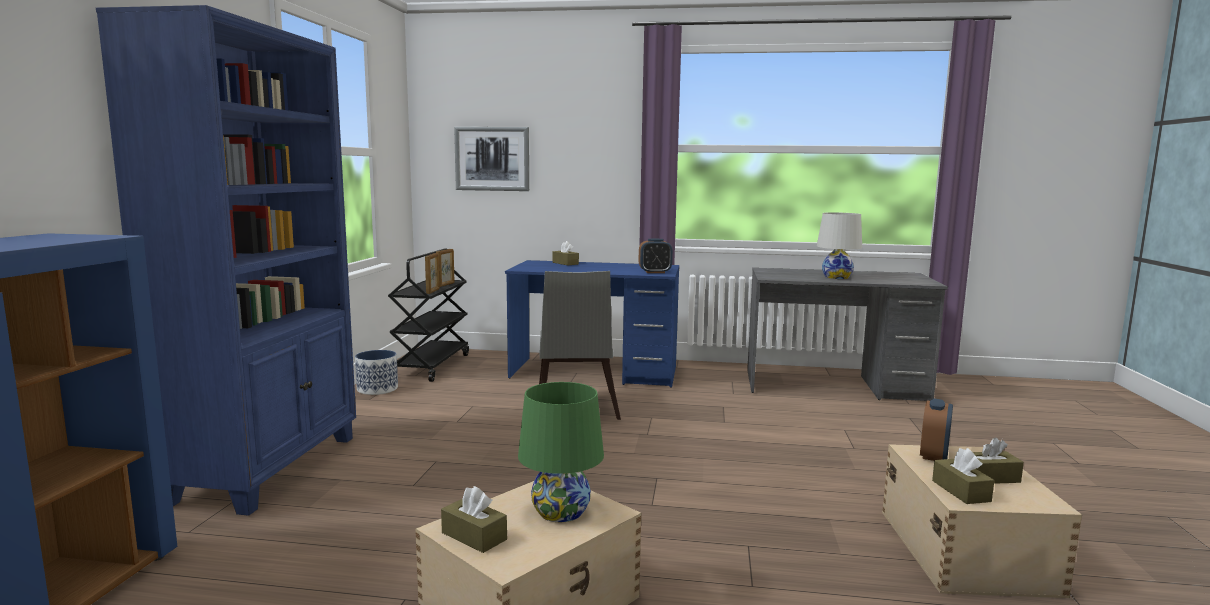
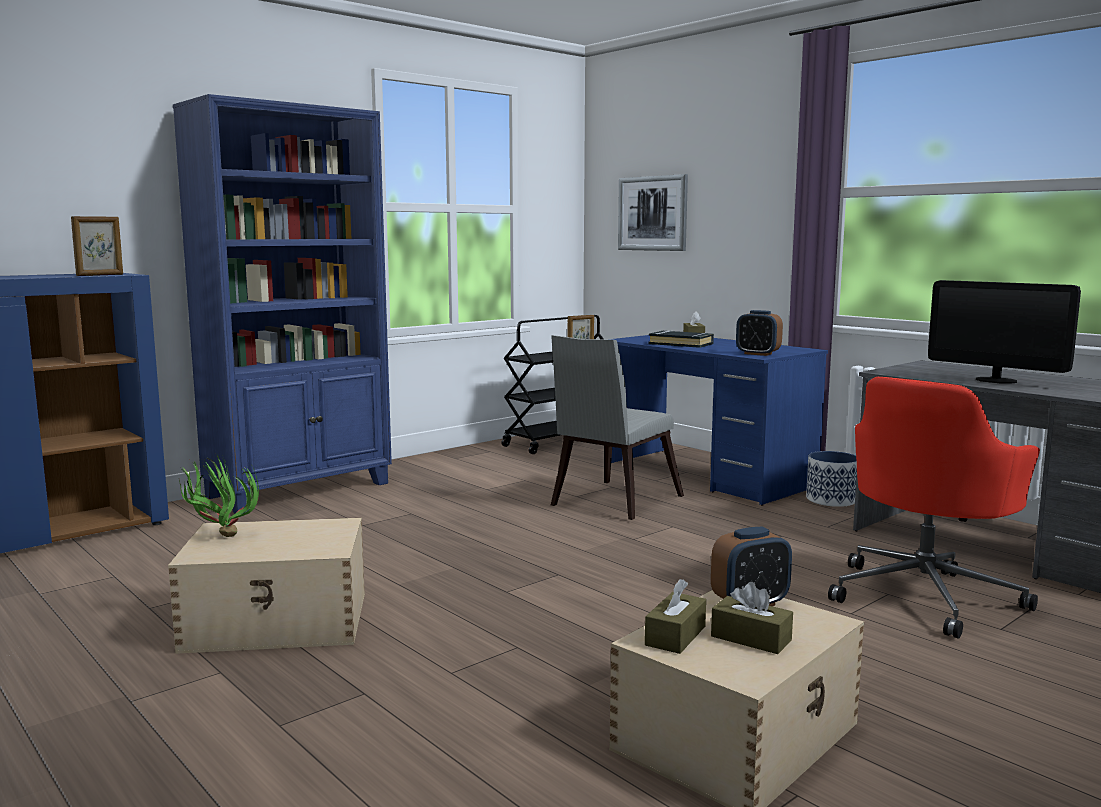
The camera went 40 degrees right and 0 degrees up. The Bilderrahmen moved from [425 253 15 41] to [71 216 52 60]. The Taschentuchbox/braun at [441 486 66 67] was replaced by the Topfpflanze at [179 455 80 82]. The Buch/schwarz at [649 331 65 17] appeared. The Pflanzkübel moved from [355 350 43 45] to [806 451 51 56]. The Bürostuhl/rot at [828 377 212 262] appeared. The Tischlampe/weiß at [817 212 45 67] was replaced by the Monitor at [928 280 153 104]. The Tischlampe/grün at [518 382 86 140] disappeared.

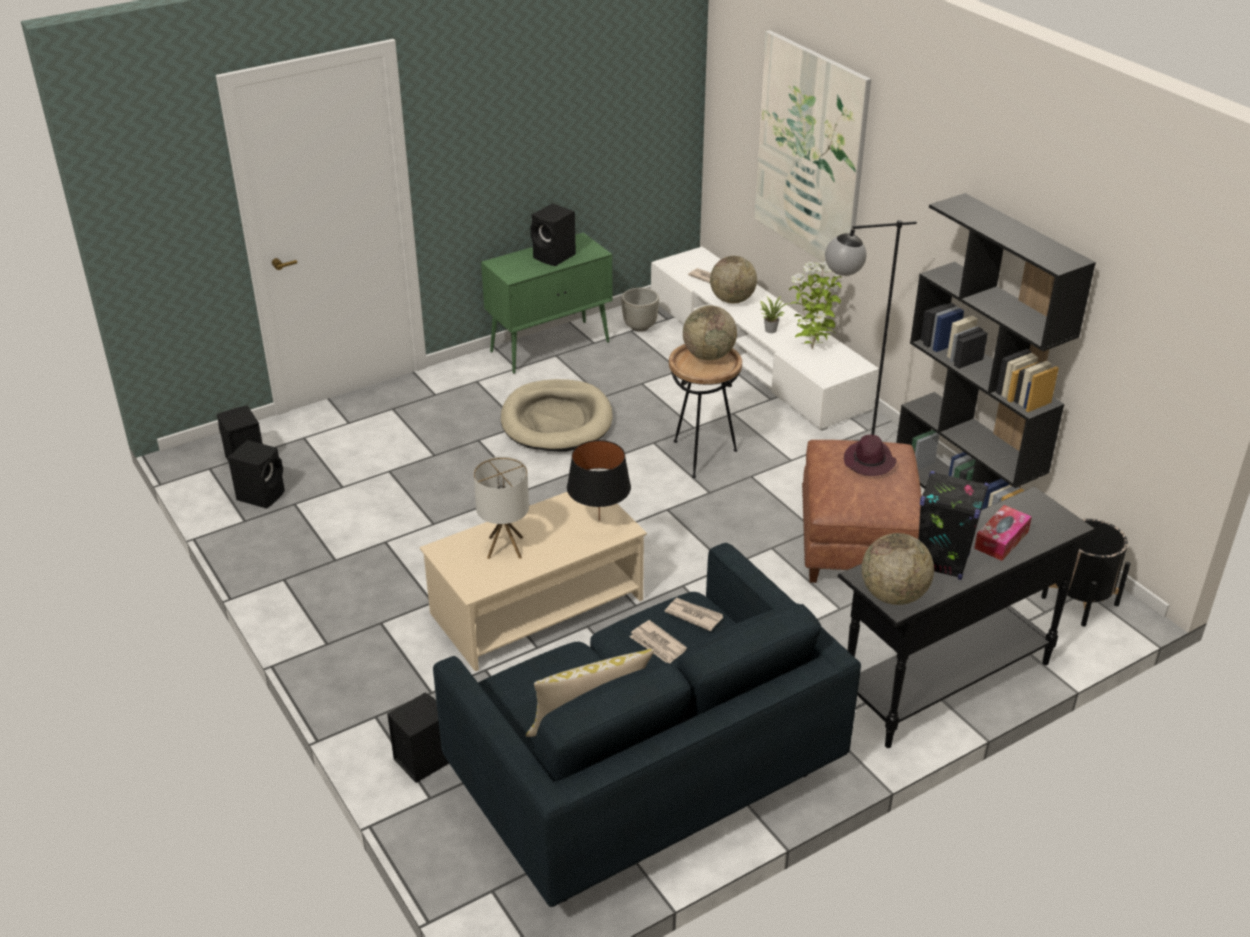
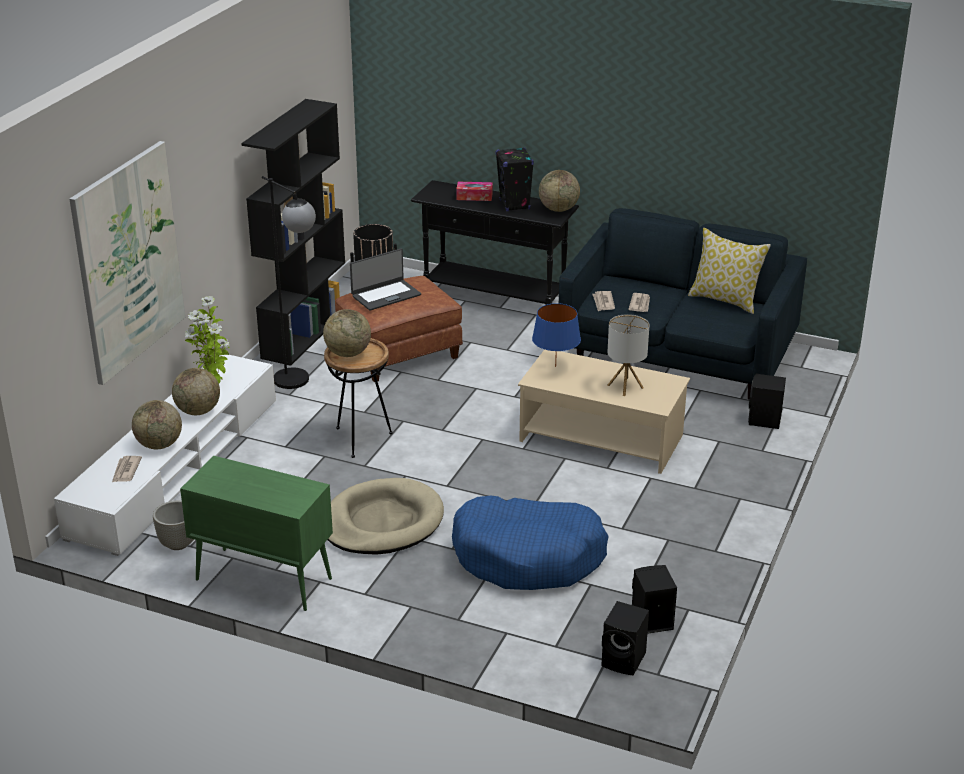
The camera went 125 degrees left and 5 degrees down. The Topfpflanze at [760 296 30 37] was replaced by the Globus at [172 368 48 47]. The Hut/lila at [844 435 53 41] was replaced by the Laptop at [350 248 71 63]. The Hundebett/blau at [452 496 157 94] appeared. The Tischlampe/schwarz at [567 440 64 81] became the Tischlampe/blau at [532 303 49 64]. The Lautsprecher/schwarz at [530 203 46 63] disappeared.

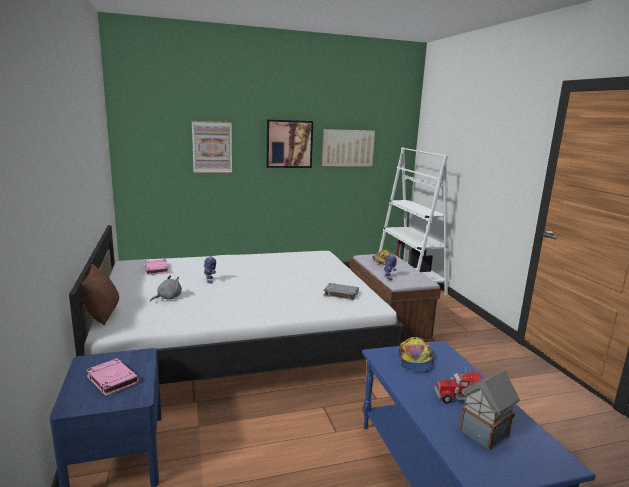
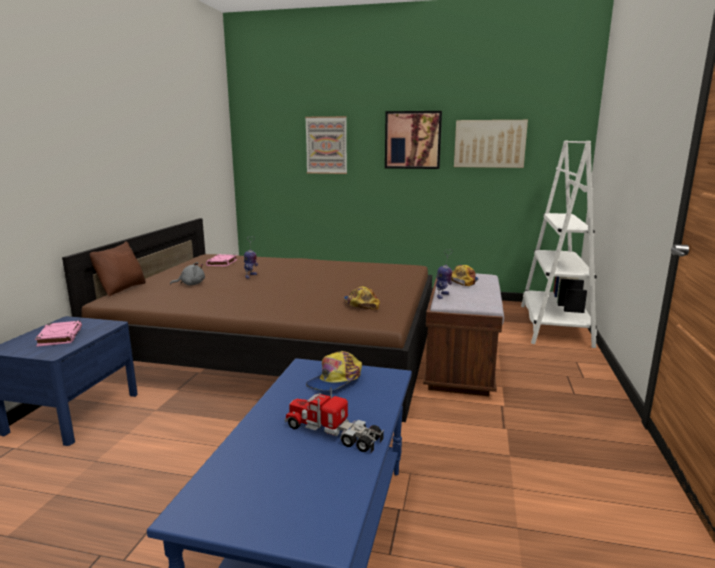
The camera went 30 degrees right and 0 degrees up. The Bett/weiß at [69 225 335 160] became the Bett/braun at [62 218 370 204]. The Buch/grau at [324 283 35 17] was replaced by the Kappe at [344 286 36 24]. The Spielzeughaus at [459 369 61 82] disappeared.

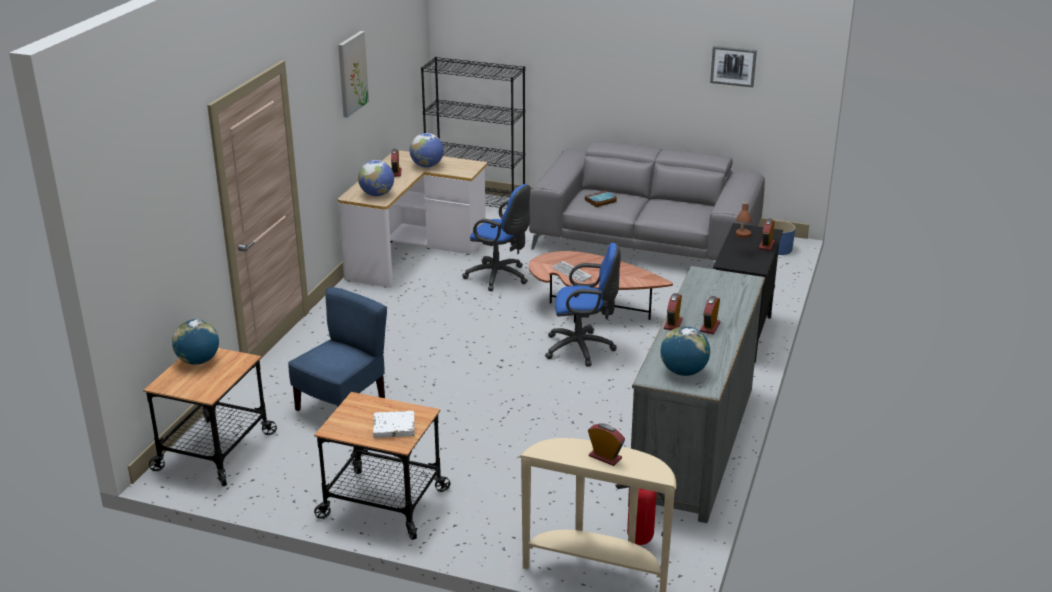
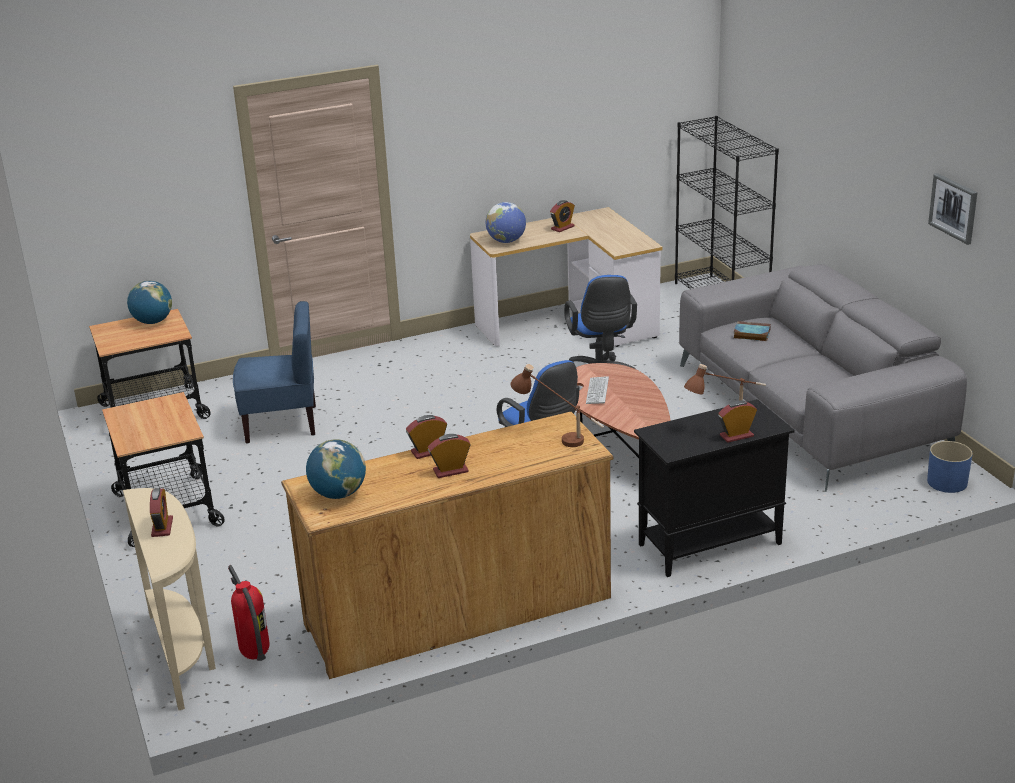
The camera went 50 degrees right and 0 degrees up. The Kommode/grau at [628 266 137 257] became the Kommode/braun at [281 412 332 267]. The Tischlampe/braun at [510 364 94 83] appeared. The Bild at [338 31 31 87] disappeared. The Buch/weiß at [373 411 42 27] disappeared. The Globus at [410 133 34 35] disappeared.

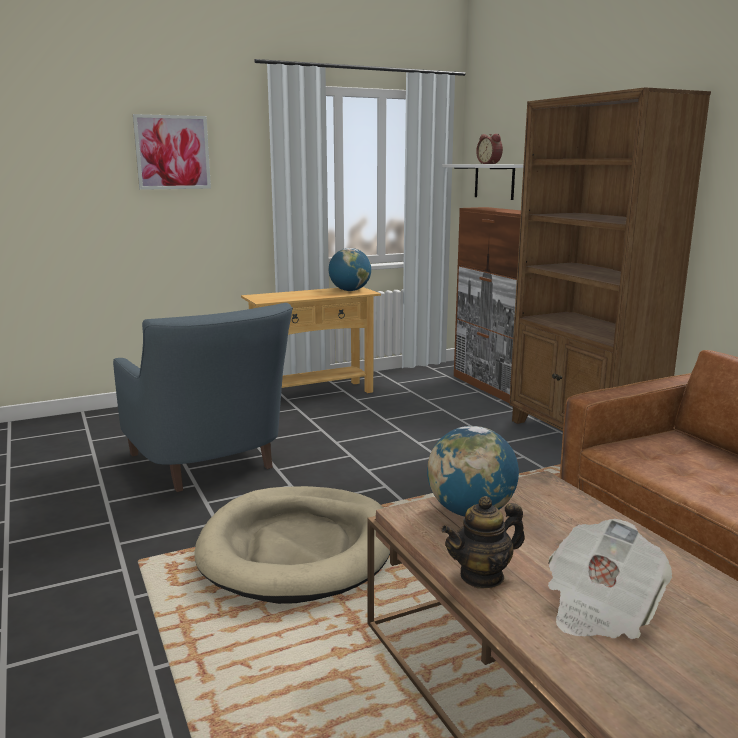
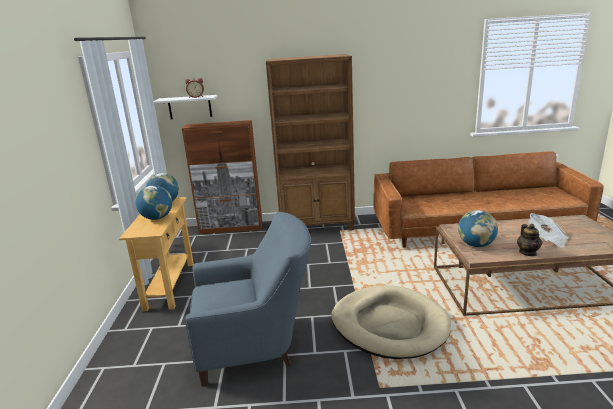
The camera went 65 degrees left and 5 degrees up. The Globus at [136 185 36 35] appeared. The Bild at [133 114 78 76] disappeared.

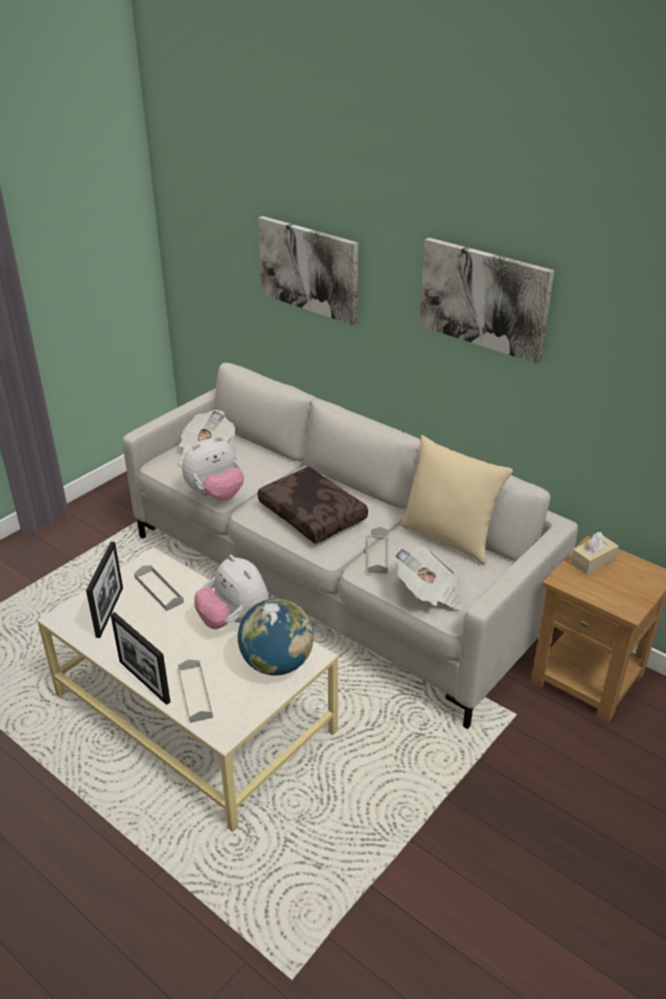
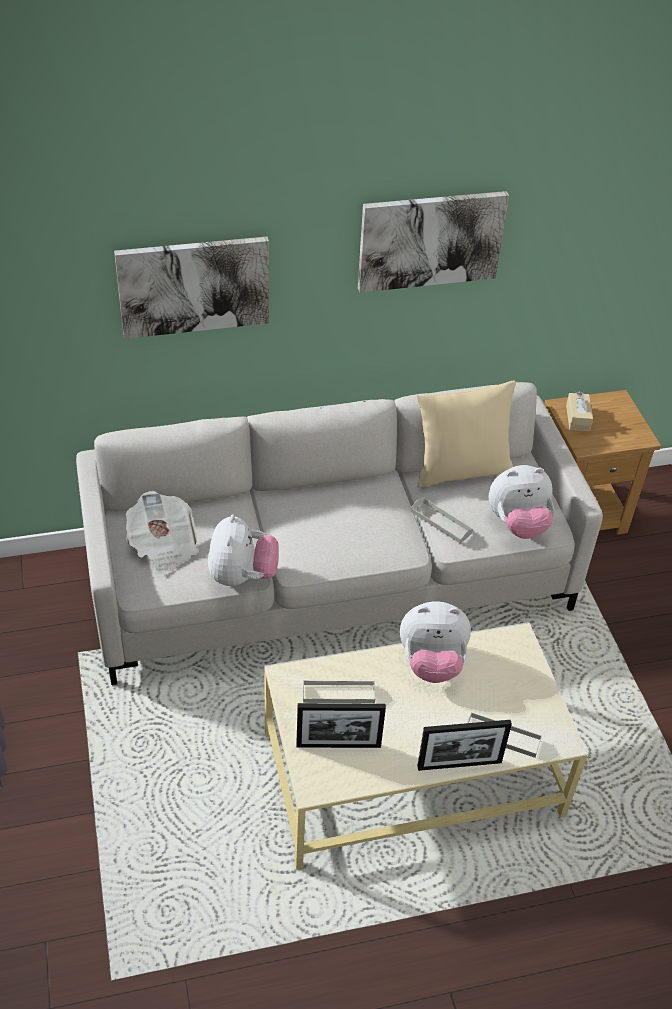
The camera went 55 degrees left and 10 degrees up. The Bilderrahmen at [86 542 37 96] turned 135 degrees clockwise. The Zeitung at [394 545 68 64] was replaced by the Plüschtier at [488 465 66 74]. The Globus at [238 599 76 77] disappeared. The Kissen/braun at [257 467 111 77] disappeared.

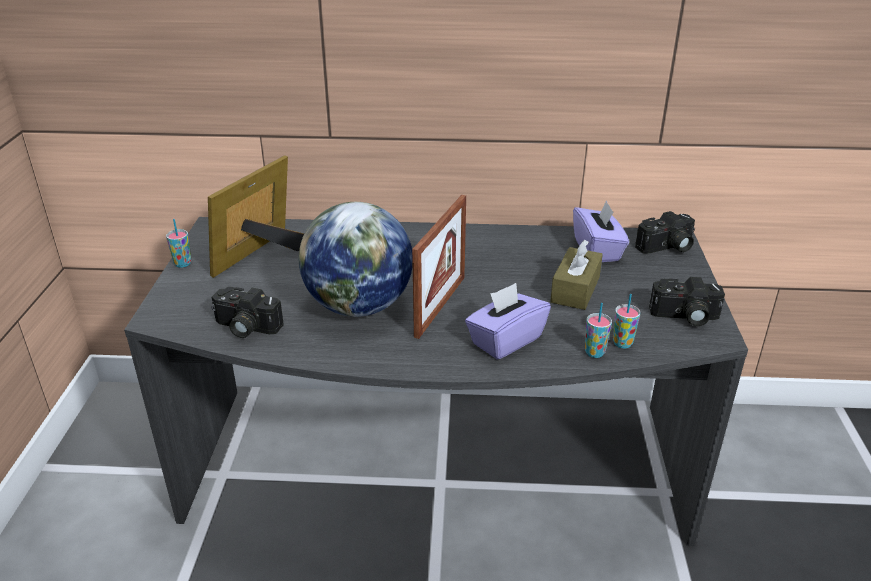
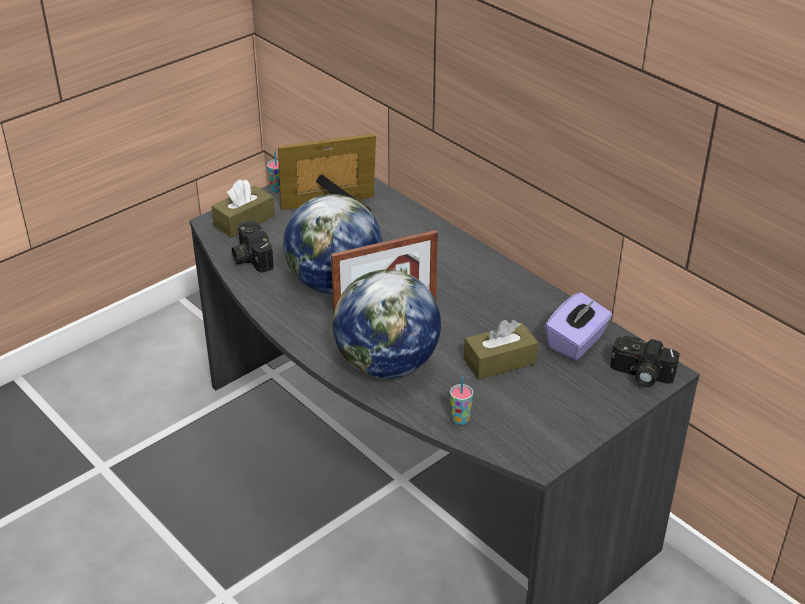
The camera went 45 degrees right and 5 degrees up. The Taschentuchbox/braun at [211 179 64 59] appeared. The Taschentuchbox/lila at [465 283 86 76] was replaced by the Globus at [333 270 108 109]. The Tasse at [585 303 27 55] disappeared. The Kamera at [649 277 76 49] disappeared.

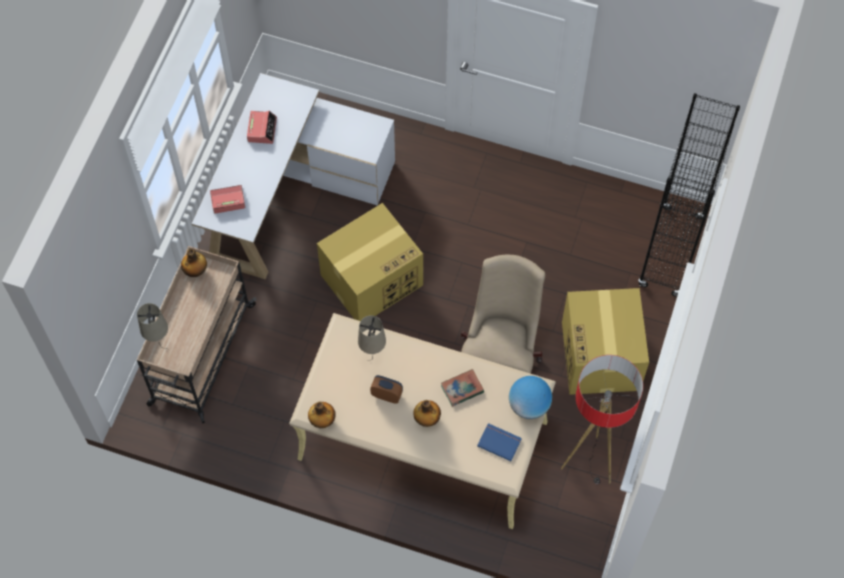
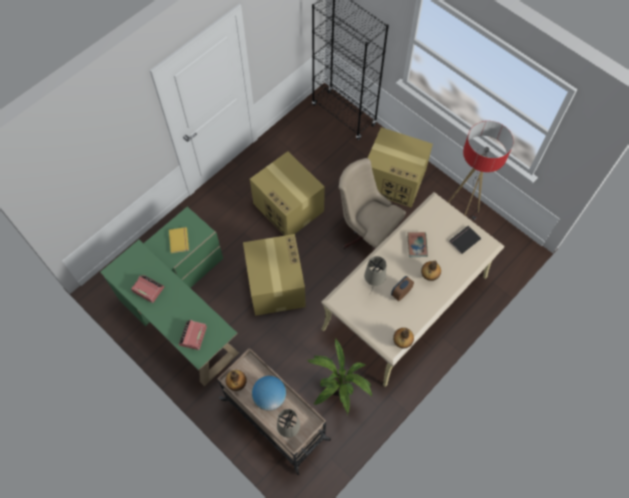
The camera went 65 degrees left and 0 degrees up. The Schreibtisch/weiß at [192 73 203 206] became the Schreibtisch/grün at [100 207 139 179]. The Buch/gelb at [169 227 20 26] appeared. The Karton at [250 151 75 85] appeared. The Globus moved from [509 376 43 43] to [252 376 34 35]. The Topfpflanze at [307 339 65 76] appeared. The Buch/blau at [477 423 45 38] became the Buch/schwarz at [449 226 32 28].

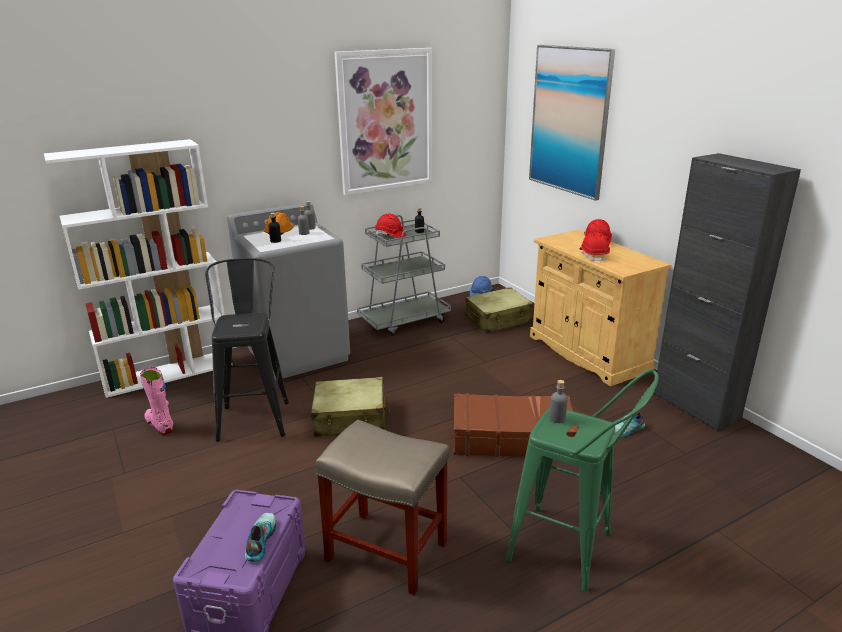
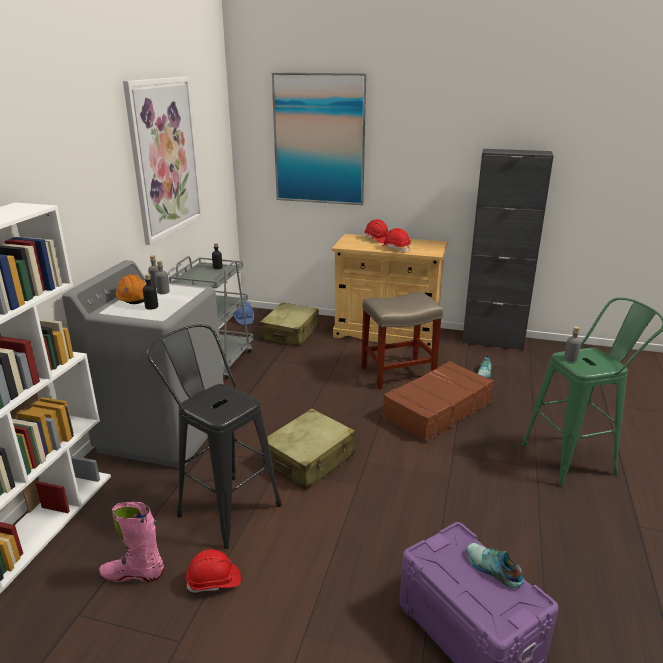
The camera went 45 degrees left and 0 degrees up. The Schutzhelm/rot moved from [375 214 31 24] to [186 549 55 44]. The Hocker/beige moved from [316 420 133 175] to [361 292 82 97].

